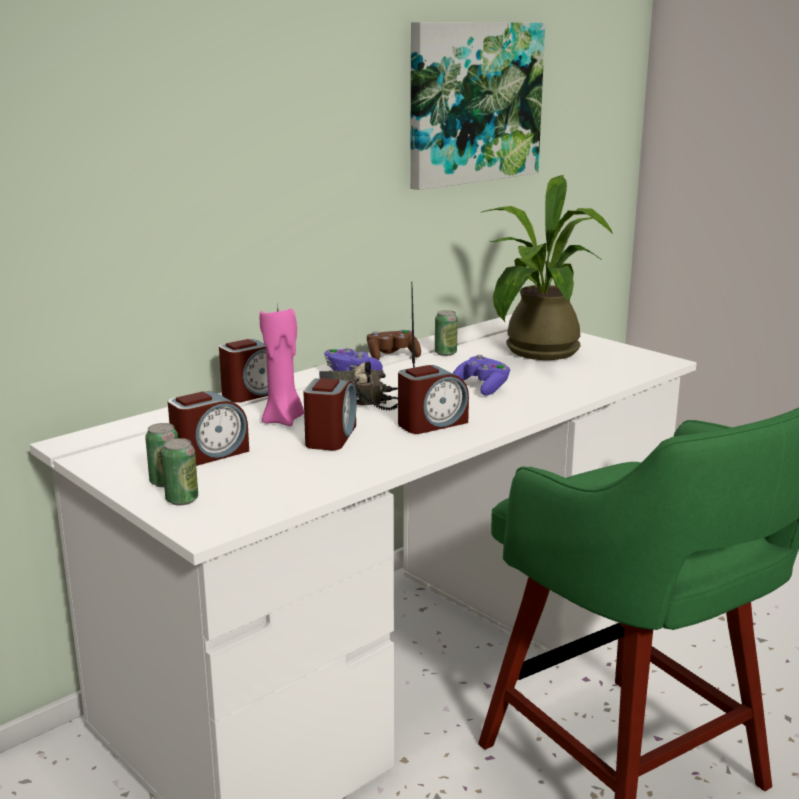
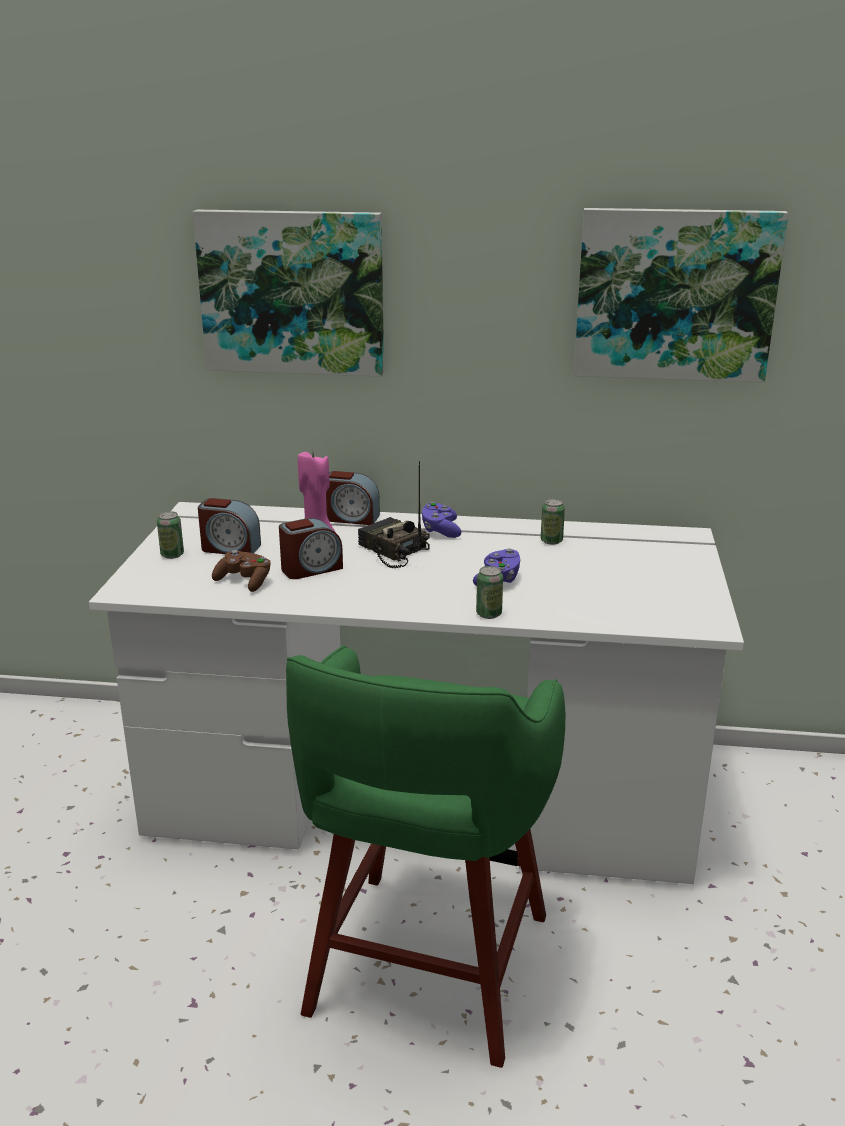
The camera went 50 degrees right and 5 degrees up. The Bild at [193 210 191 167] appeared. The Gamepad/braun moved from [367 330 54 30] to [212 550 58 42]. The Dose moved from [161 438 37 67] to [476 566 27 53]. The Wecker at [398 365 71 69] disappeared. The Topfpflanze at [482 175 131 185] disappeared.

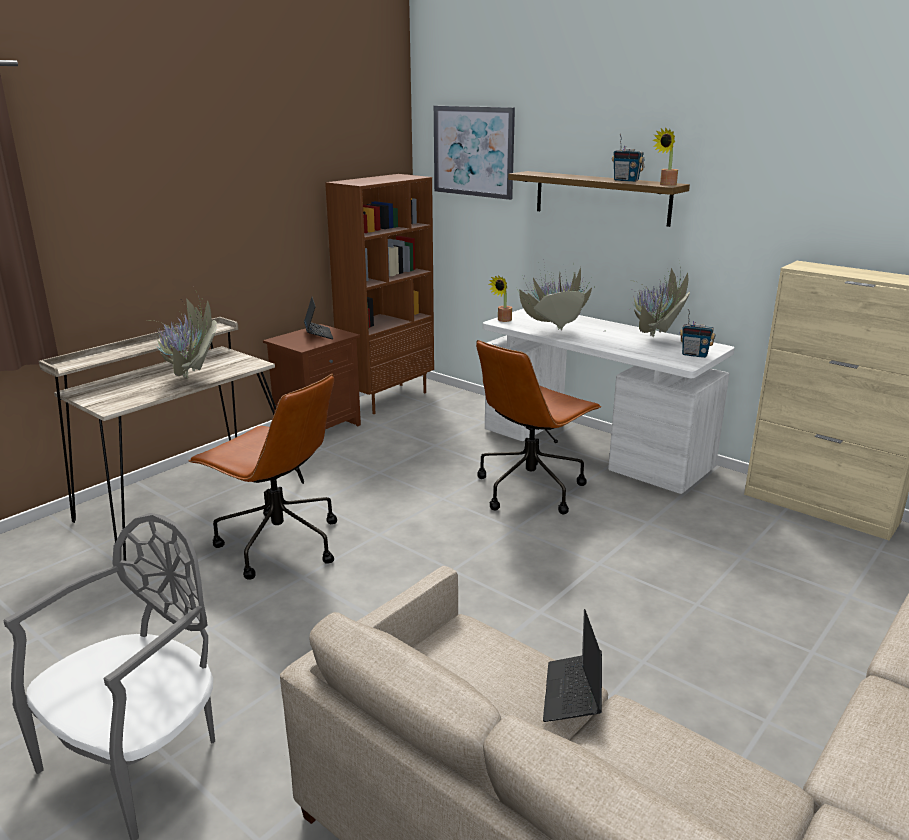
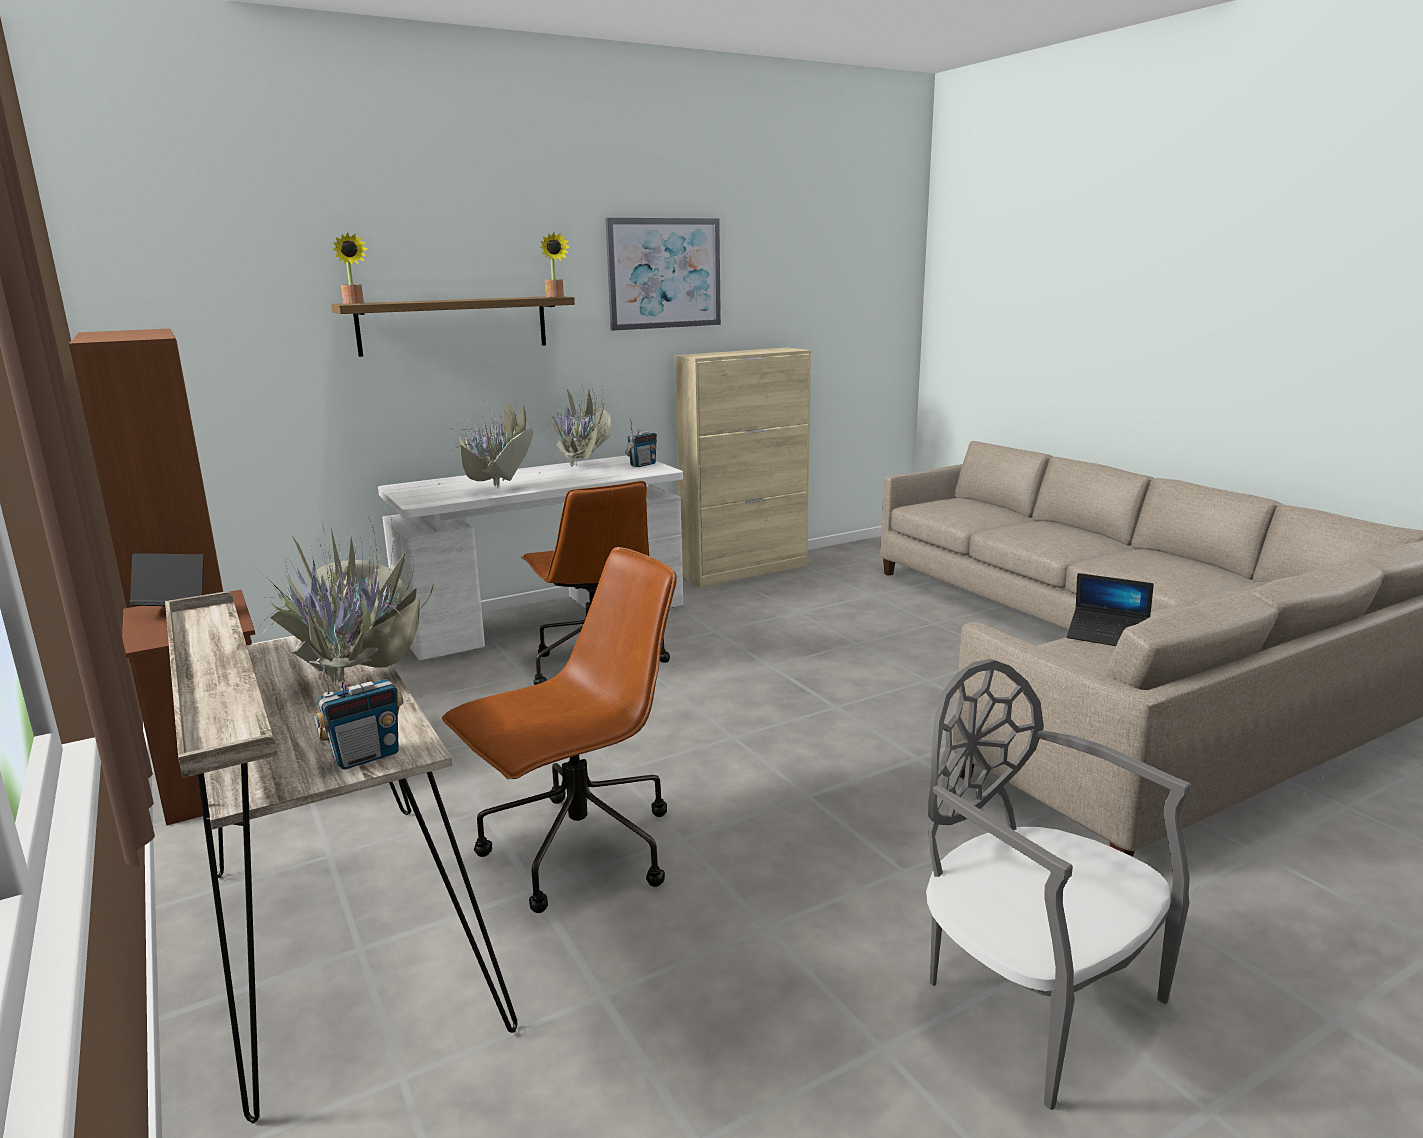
The camera went 70 degrees left and 5 degrees down. The Radio moved from [612 134 32 48] to [314 659 89 111]. The Topfpflanze moved from [489 275 23 47] to [333 233 34 71]. The Bild moved from [434 106 81 94] to [605 218 116 113].

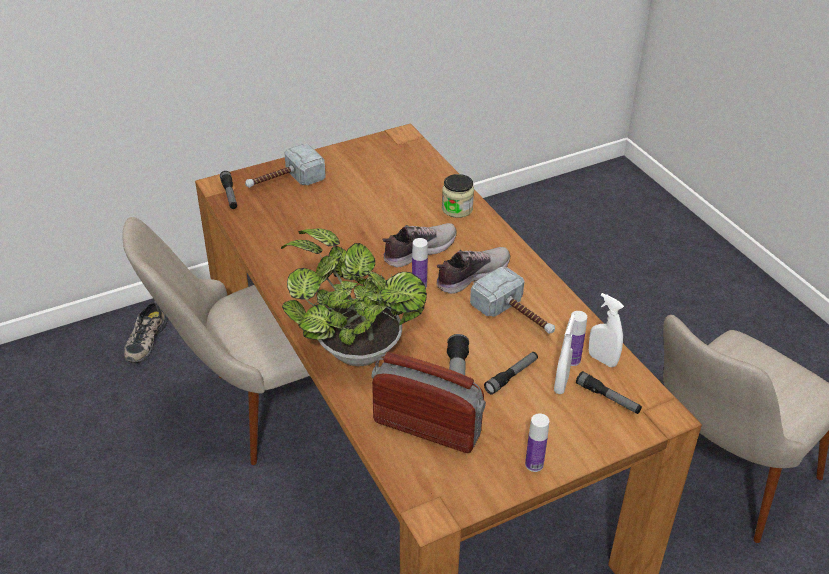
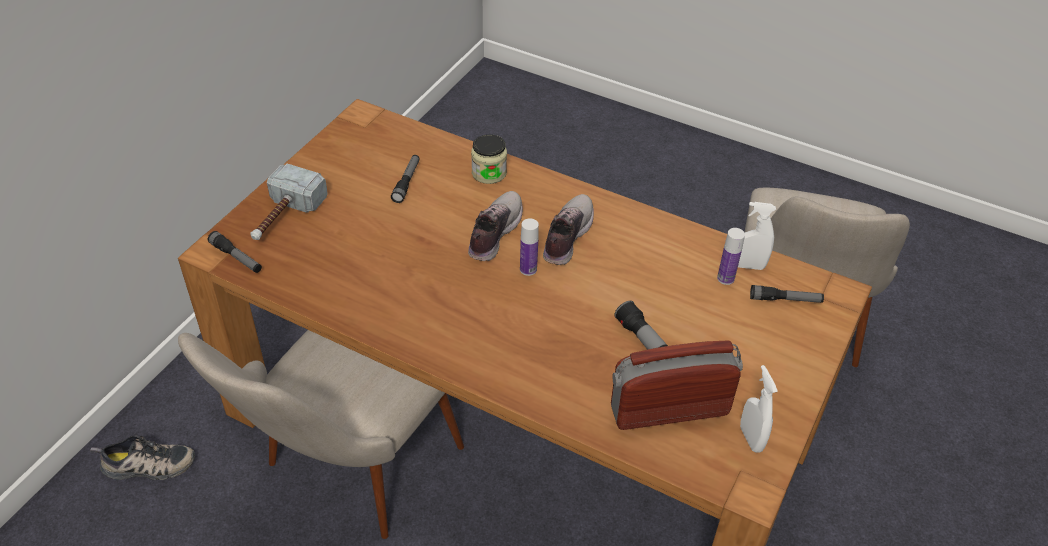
The camera went 35 degrees left and 5 degrees up. The Schuh at [124 300 43 63] turned 75 degrees counterclockwise. The Taschenlampe moved from [484 352 54 43] to [391 155 29 48]. The Sprühflasche/weiß moved from [554 314 21 80] to [740 365 38 88]. The Topfpflanze at [281 228 146 138] disappeared. The Hammer at [470 267 85 67] disappeared. The Flasche at [525 413 24 59] disappeared.

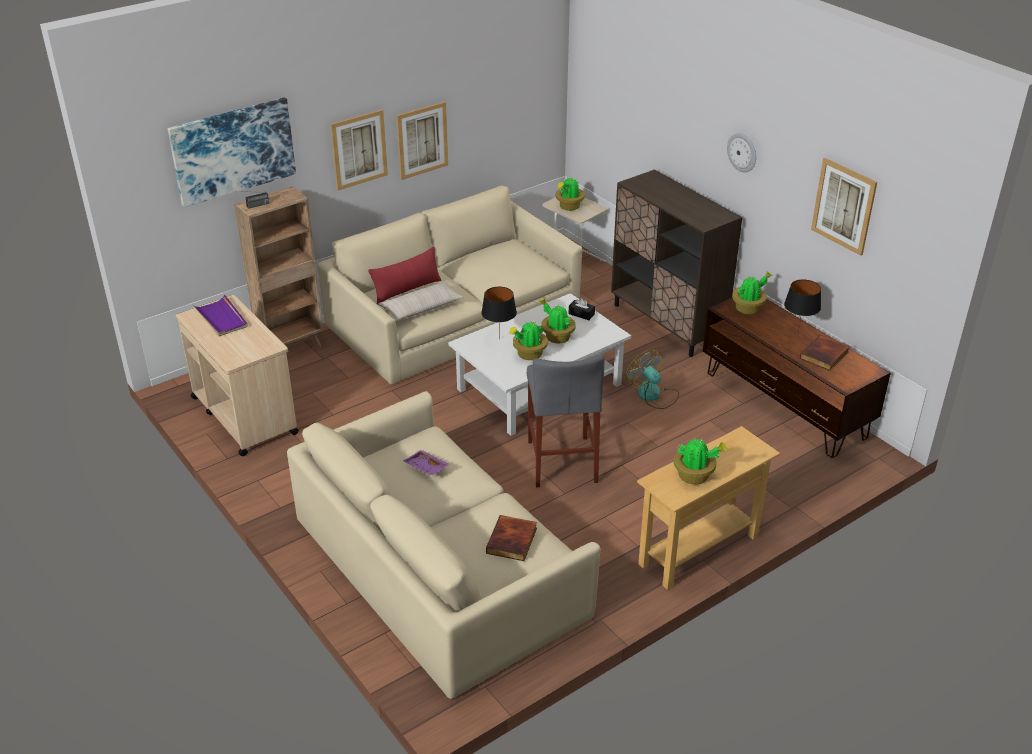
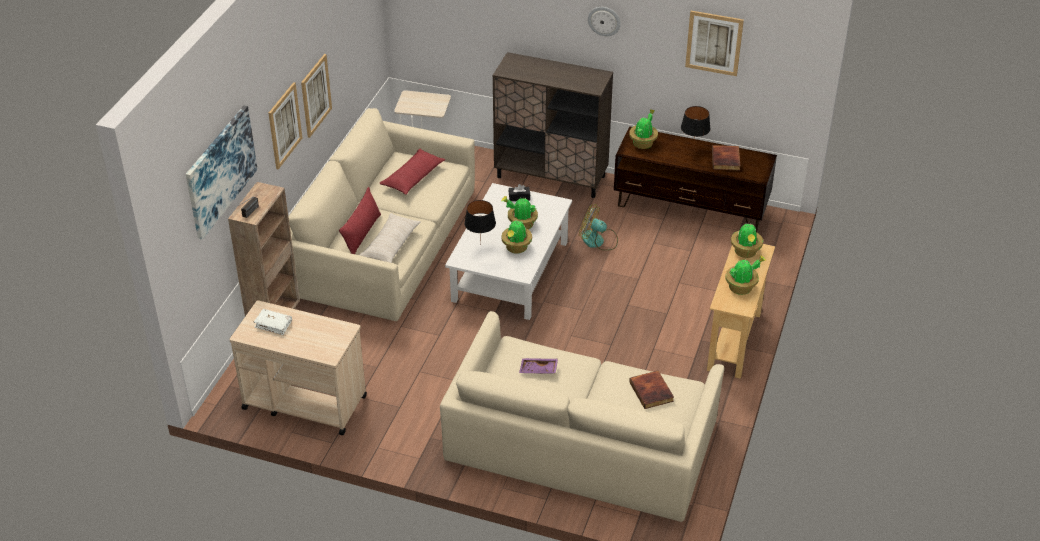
The camera went 35 degrees left and 5 degrees up. The Tablett/lila at [193 294 55 42] was replaced by the Buch/weiß at [254 309 38 26]. The Kissen/rot at [379 149 67 46] appeared. The Topfpflanze moved from [556 178 29 33] to [731 223 32 35]. The Hocker/grau at [527 354 78 133] disappeared.

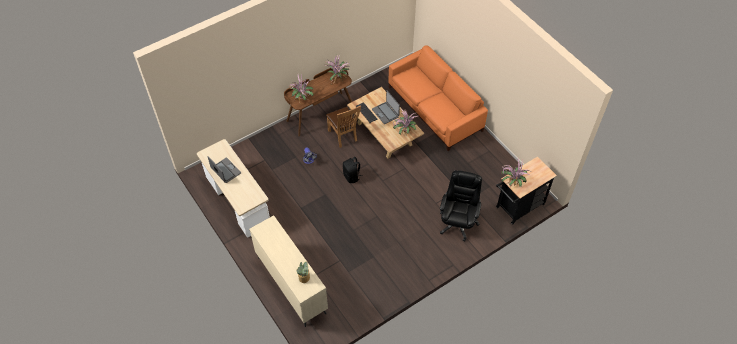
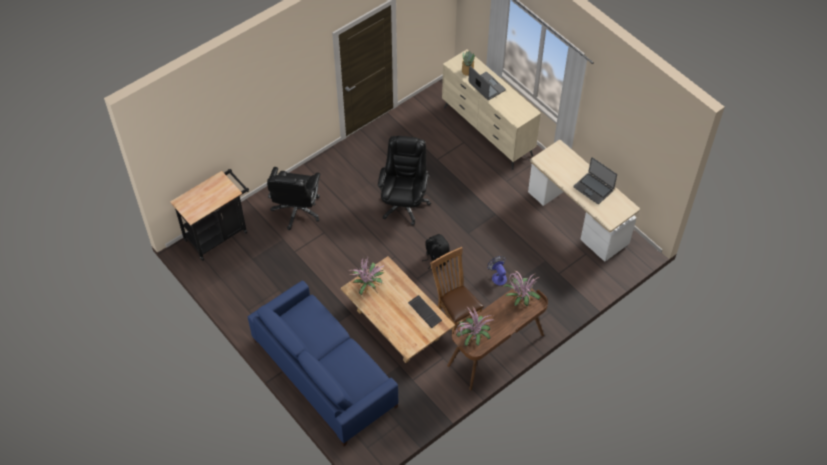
The camera went 175 degrees right and 0 degrees up. The Sofa/orange at [388 45 100 106] became the Sofa/blau at [248 280 150 166]. The Bürostuhl/schwarz at [378 136 53 89] appeared. The Laptop moved from [372 90 28 34] to [468 66 38 34]. The Topfpflanze at [501 158 28 29] disappeared.

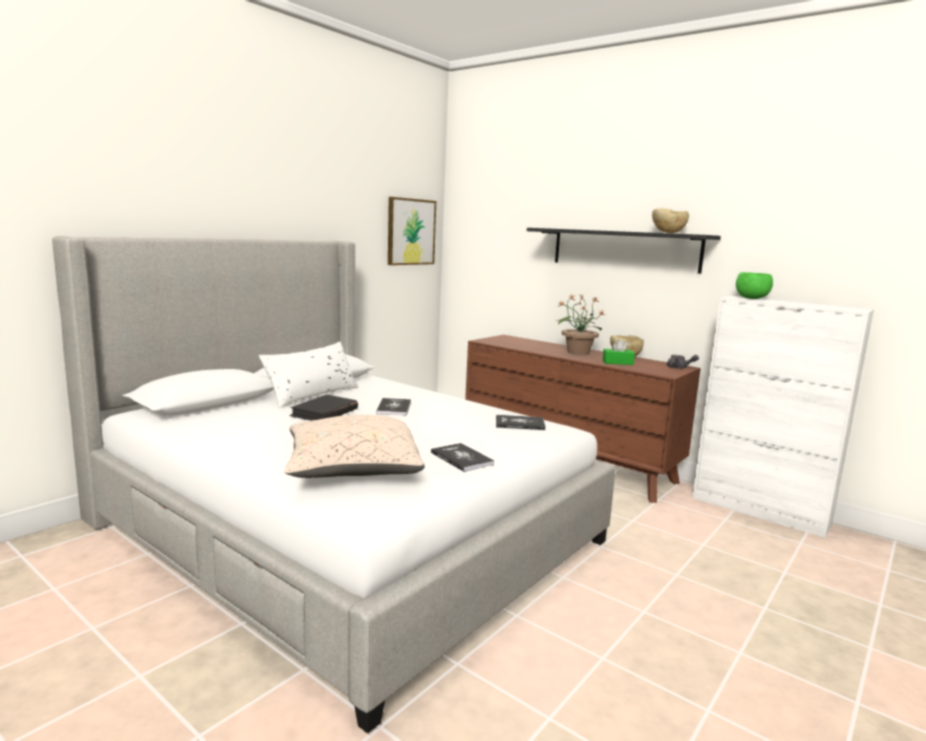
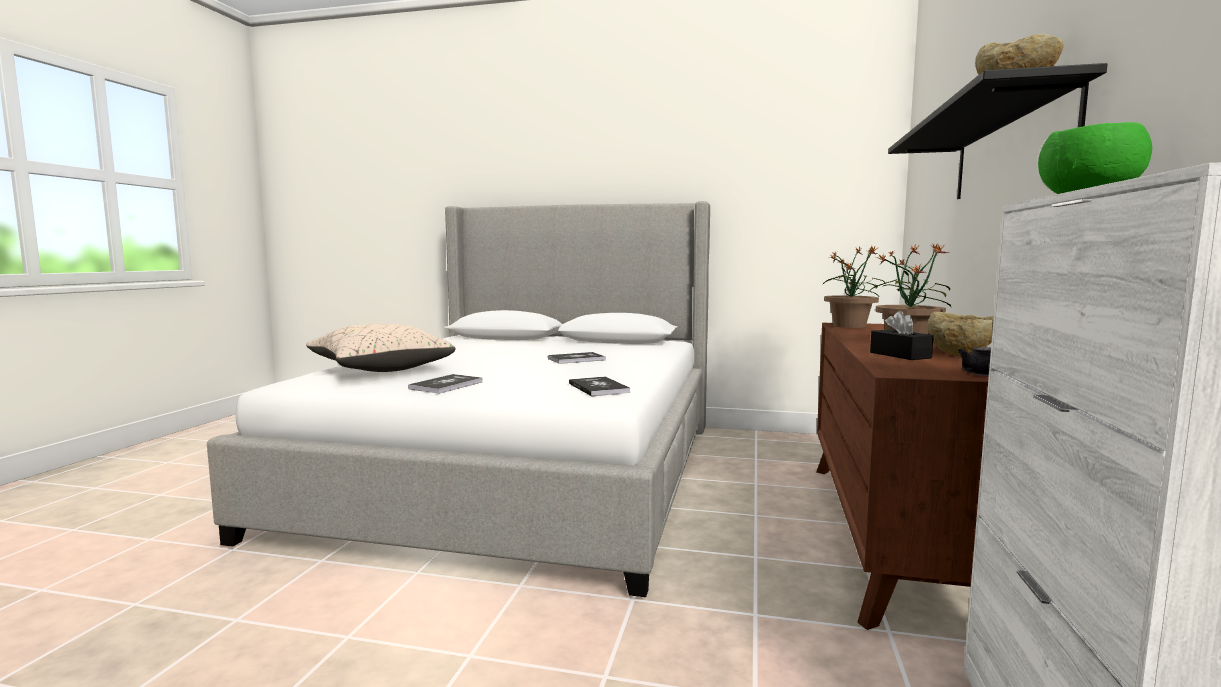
The camera went 65 degrees right and 5 degrees down. The Topfpflanze at [822 246 64 82] appeared. The Taschentuchbox/grün at [603 339 32 26] became the Taschentuchbox/schwarz at [870 311 64 49]. The Kissen/weiß at [259 342 100 66] disappeared. The Buch/schwarz at [289 395 69 26] disappeared. The Bild at [388 197 48 68] disappeared.

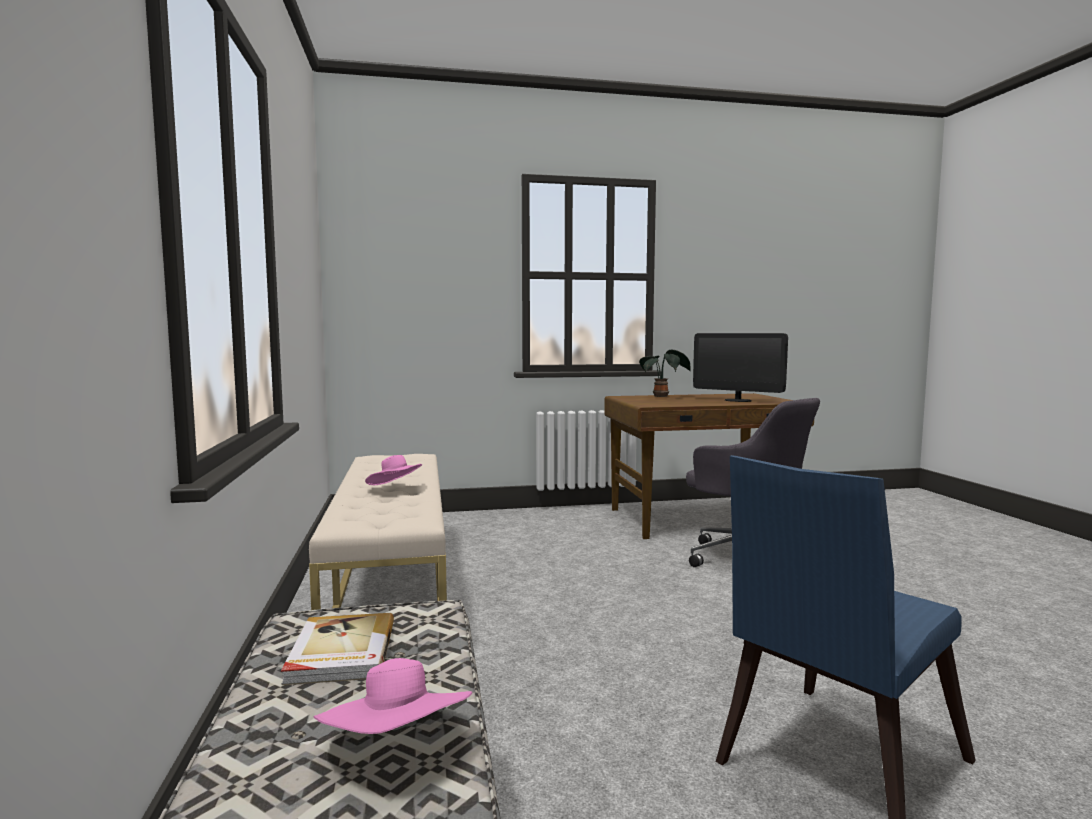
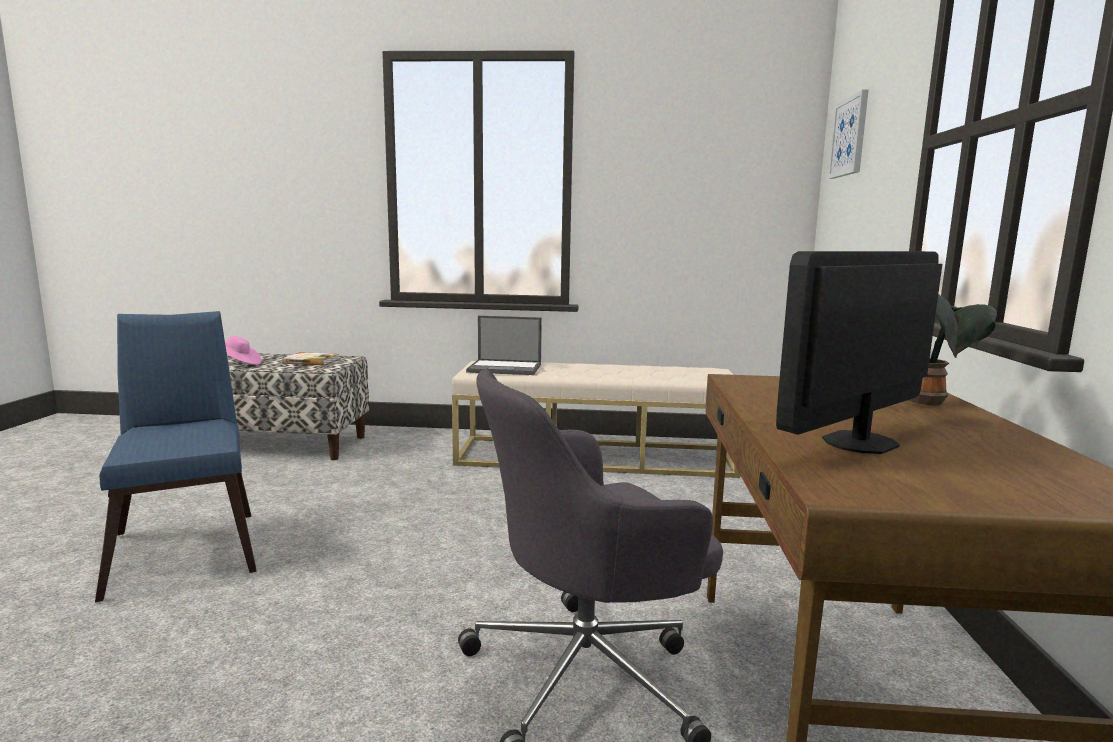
The camera went 105 degrees right and 5 degrees up. The Laptop at [466 316 76 59] appeared. The Bild at [828 89 41 90] appeared. The Hut/rosa at [365 455 57 30] disappeared.

